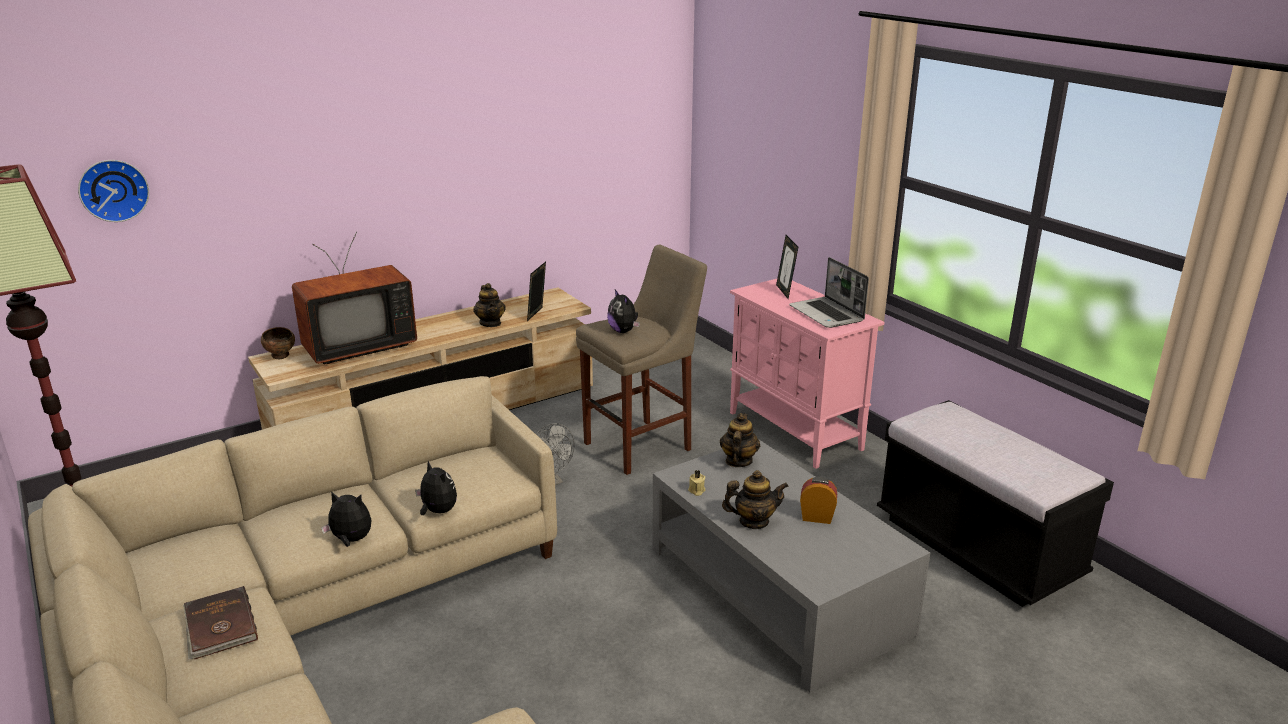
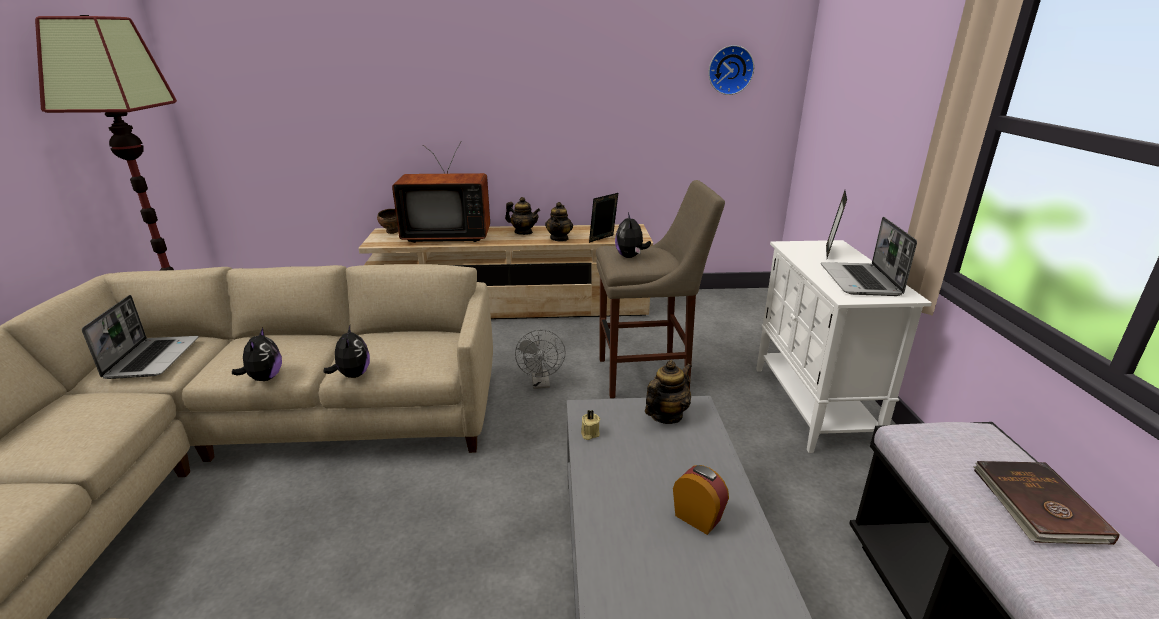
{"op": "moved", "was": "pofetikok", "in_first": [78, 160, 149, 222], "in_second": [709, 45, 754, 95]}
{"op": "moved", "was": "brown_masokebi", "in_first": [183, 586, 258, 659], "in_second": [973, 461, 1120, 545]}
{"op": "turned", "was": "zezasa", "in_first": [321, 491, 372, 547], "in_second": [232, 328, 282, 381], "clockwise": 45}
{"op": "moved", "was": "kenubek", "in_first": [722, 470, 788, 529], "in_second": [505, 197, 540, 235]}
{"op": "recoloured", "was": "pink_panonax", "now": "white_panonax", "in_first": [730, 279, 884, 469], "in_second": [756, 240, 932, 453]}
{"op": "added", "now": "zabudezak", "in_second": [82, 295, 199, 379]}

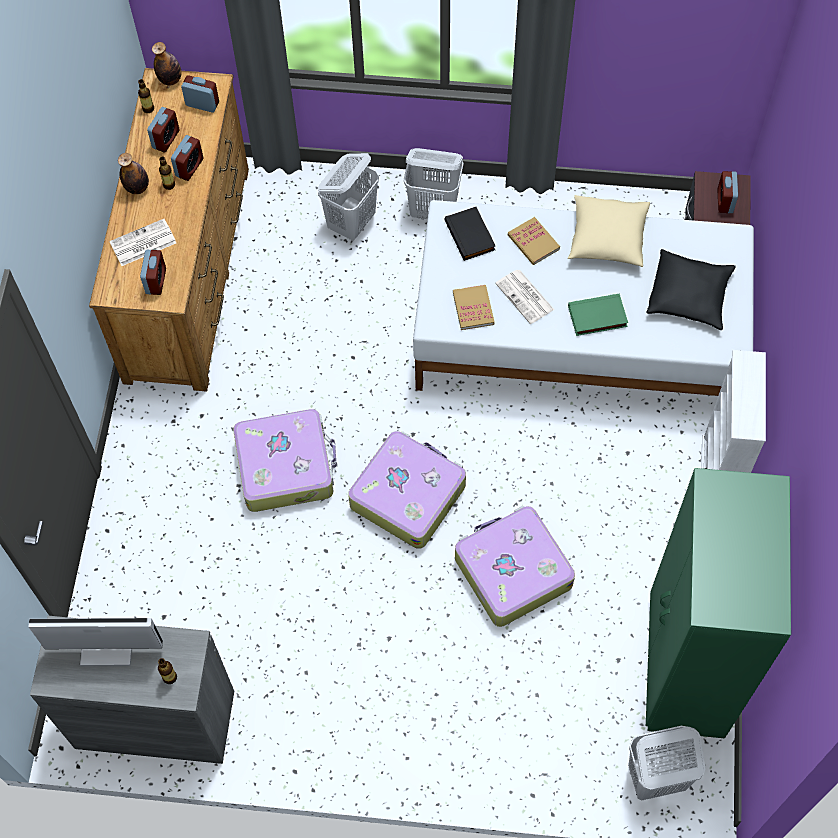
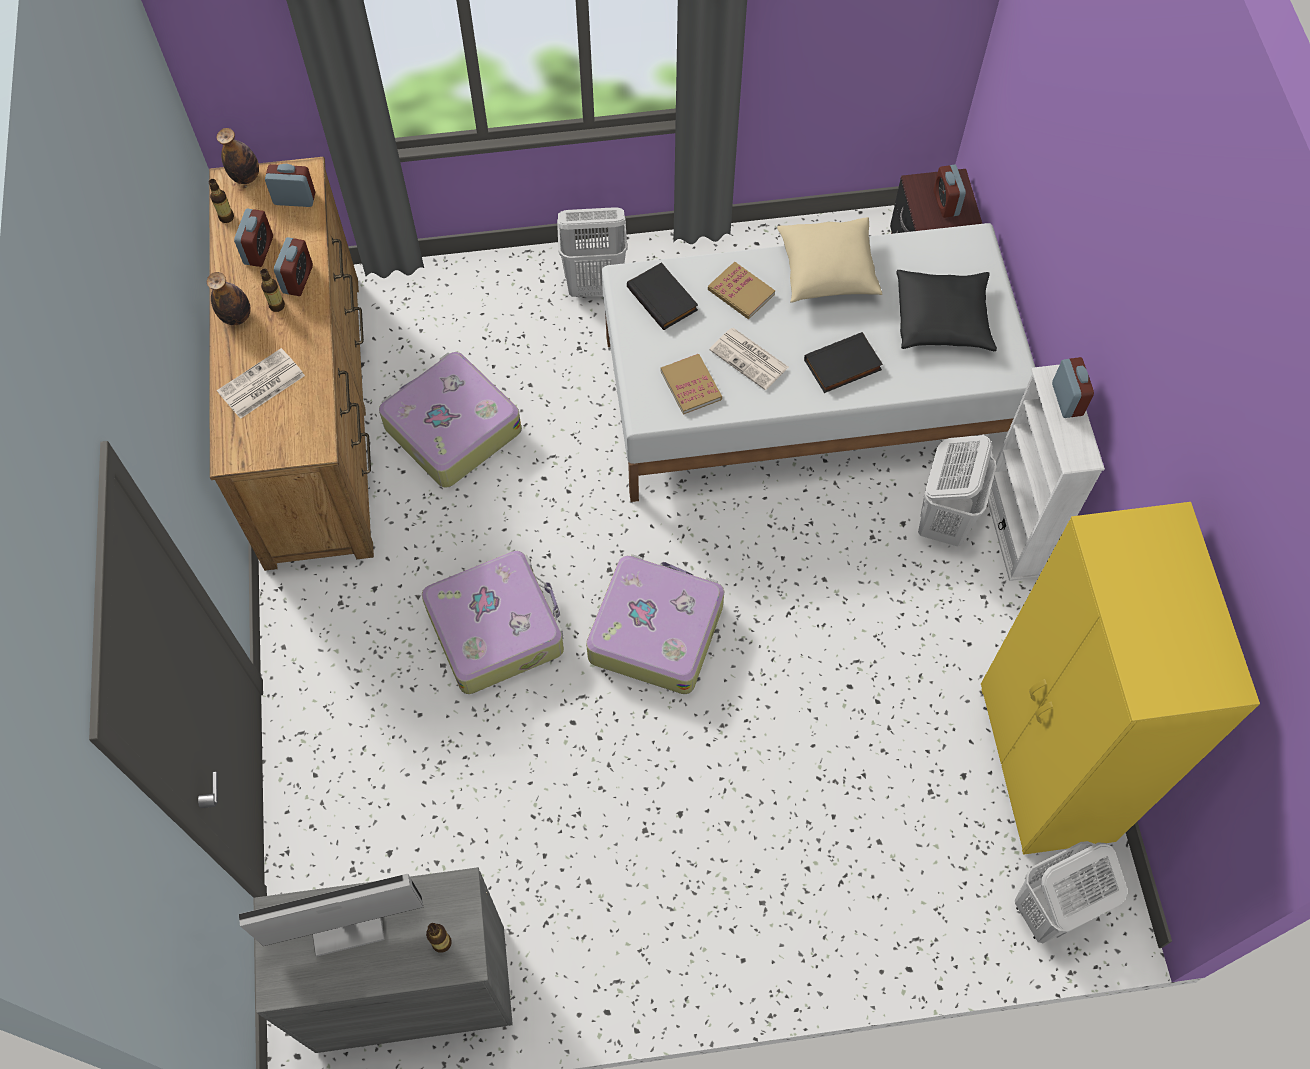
{"op": "moved", "was": "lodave", "in_first": [140, 250, 166, 295], "in_second": [1052, 357, 1094, 418]}
{"op": "moved", "was": "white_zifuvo", "in_first": [318, 153, 379, 240], "in_second": [918, 435, 997, 546]}
{"op": "moved", "was": "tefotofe", "in_first": [455, 506, 575, 627], "in_second": [379, 352, 522, 488]}
{"op": "recoloured", "was": "green_masokebi", "now": "black_masokebi", "in_first": [568, 294, 628, 336], "in_second": [804, 332, 883, 393]}
{"op": "recoloured", "was": "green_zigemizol", "now": "yellow_zigemizol", "in_first": [646, 468, 791, 738], "in_second": [981, 502, 1260, 855]}

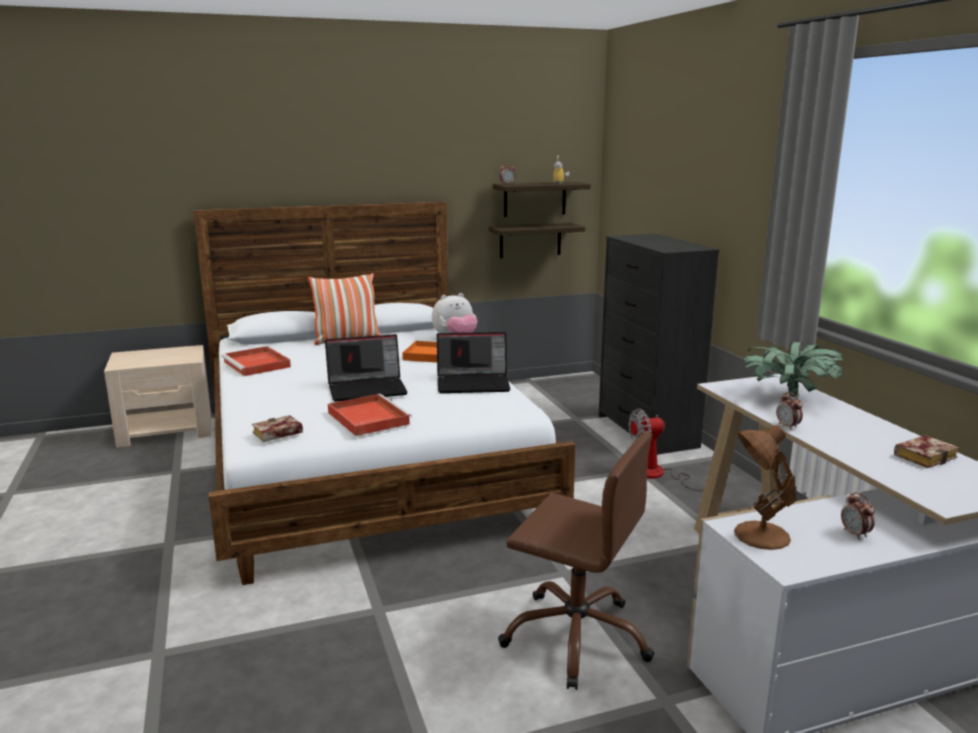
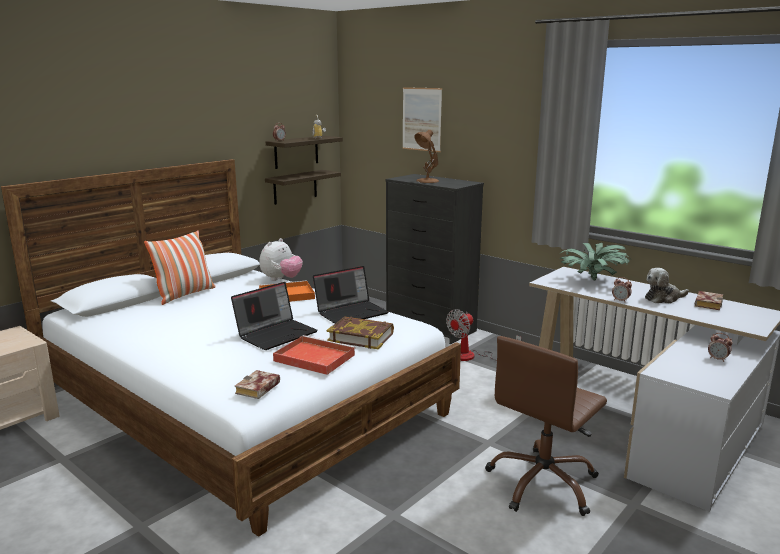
{"op": "removed", "was": "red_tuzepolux", "in_first": [221, 346, 291, 376]}
{"op": "turned", "was": "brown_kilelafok", "in_first": [498, 432, 654, 690], "in_second": [485, 336, 607, 516], "clockwise": 135}
{"op": "moved", "was": "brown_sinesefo", "in_first": [734, 425, 796, 550], "in_second": [414, 130, 439, 183]}
{"op": "added", "now": "masokebi", "in_second": [326, 316, 394, 349]}
{"op": "added", "now": "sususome", "in_second": [402, 87, 442, 152]}
{"op": "added", "now": "zezasa", "in_second": [645, 268, 689, 304]}

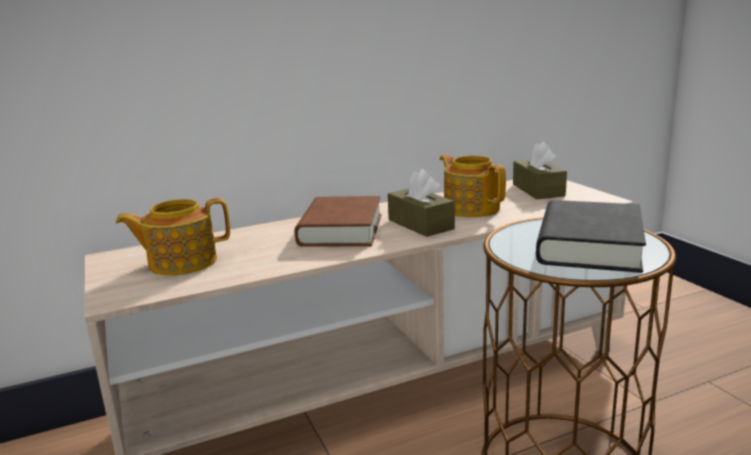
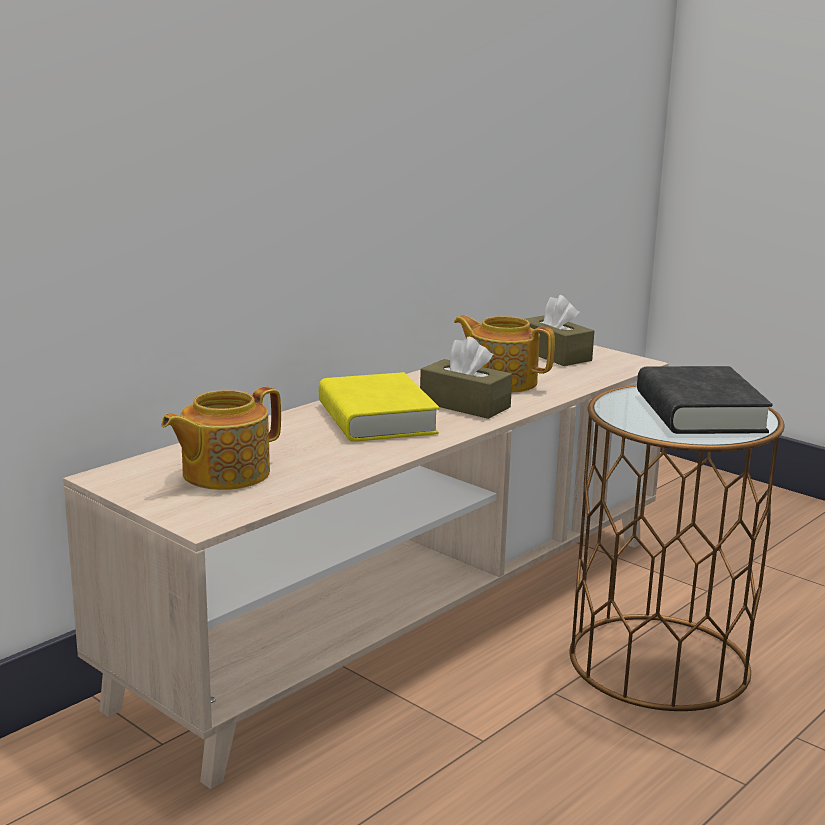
{"op": "recoloured", "was": "brown_masokebi", "now": "yellow_masokebi", "in_first": [295, 196, 381, 247], "in_second": [319, 372, 439, 442]}

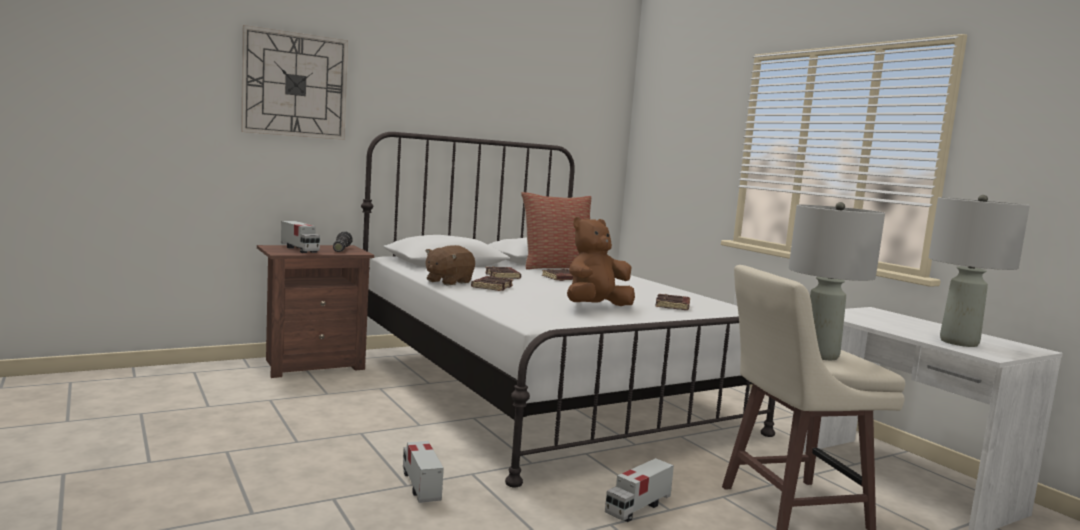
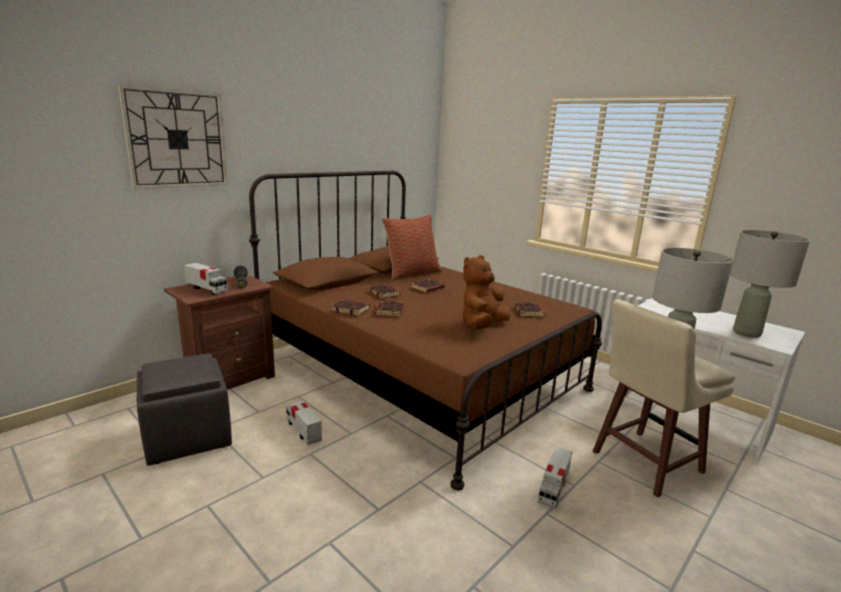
{"op": "recoloured", "was": "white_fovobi", "now": "brown_fovobi", "in_first": [361, 132, 775, 487], "in_second": [249, 171, 602, 490]}
{"op": "moved", "was": "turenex", "in_first": [403, 441, 444, 503], "in_second": [286, 401, 322, 445]}
{"op": "replaced", "was": "brown_zezasa", "now": "brown_masokebi", "in_first": [426, 245, 475, 286], "in_second": [331, 299, 370, 316]}
{"op": "added", "now": "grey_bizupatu", "in_second": [137, 353, 232, 466]}

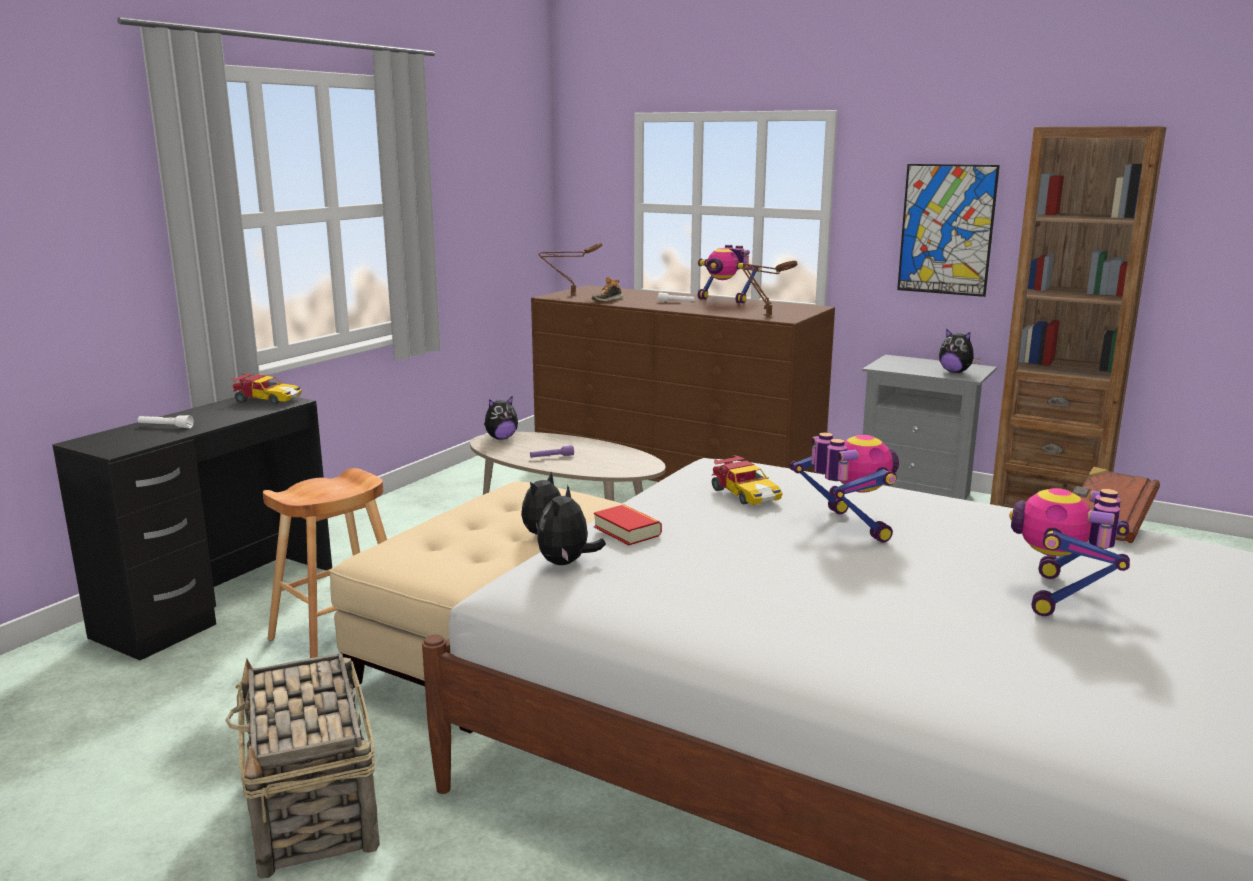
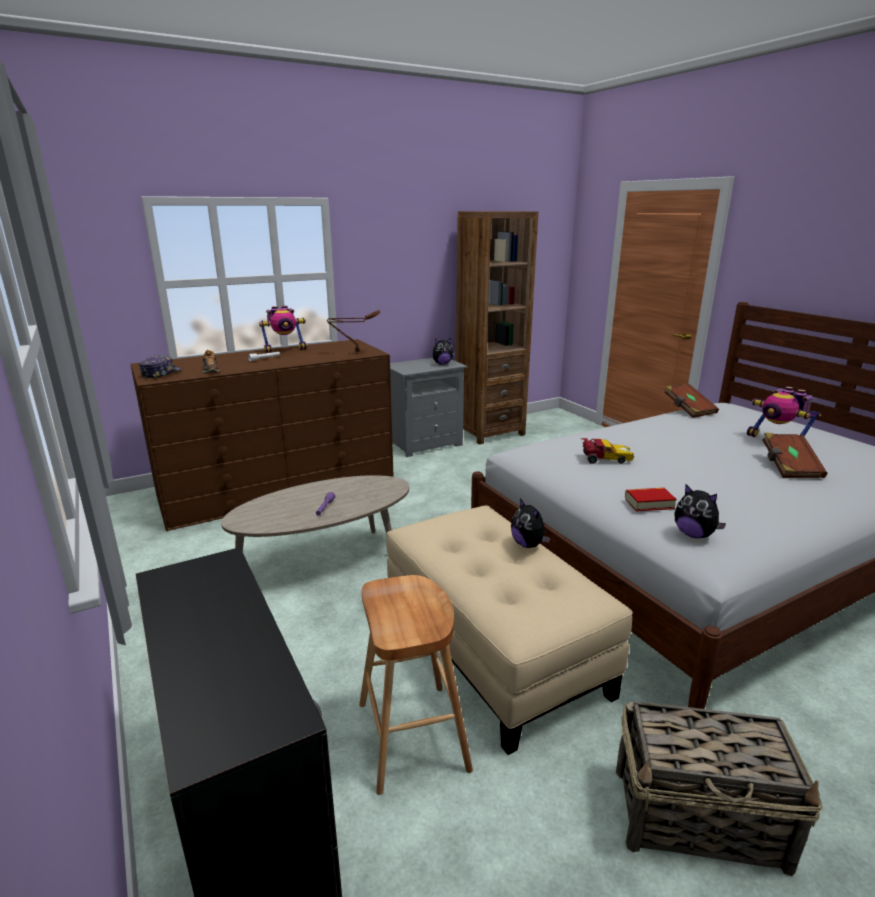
{"op": "removed", "was": "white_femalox", "in_first": [138, 415, 194, 428]}
{"op": "removed", "was": "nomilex", "in_first": [231, 374, 302, 405]}
{"op": "removed", "was": "zezasa", "in_first": [484, 397, 518, 440]}
{"op": "replaced", "was": "brown_sinesefo", "now": "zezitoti", "in_first": [539, 243, 602, 295], "in_second": [139, 355, 182, 379]}
{"op": "removed", "was": "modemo", "in_first": [789, 433, 899, 543]}
{"op": "removed", "was": "sususome", "in_first": [897, 164, 1000, 297]}
{"op": "added", "now": "brown_masokebi", "in_second": [762, 433, 827, 478]}

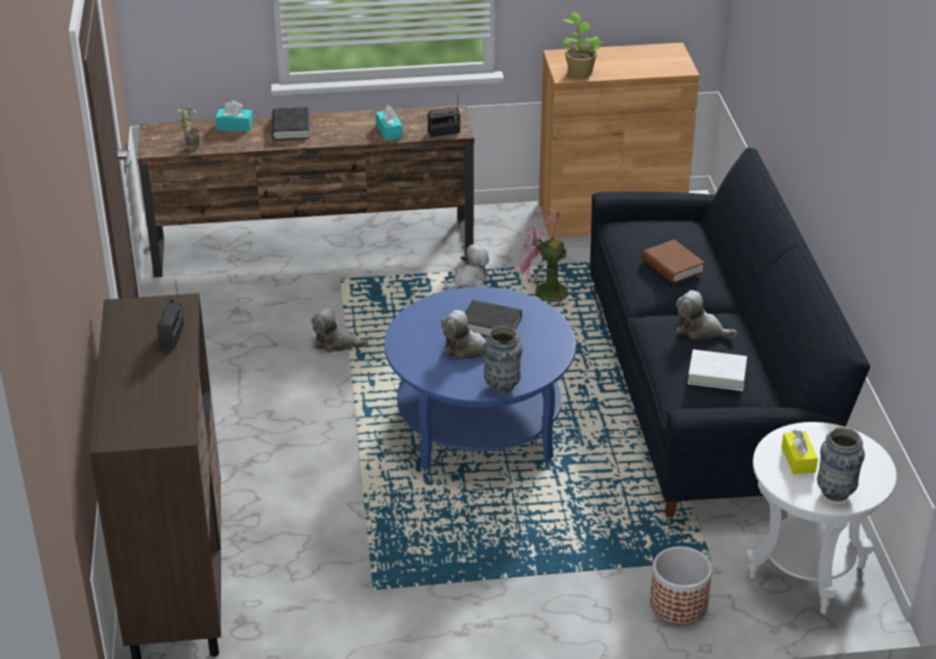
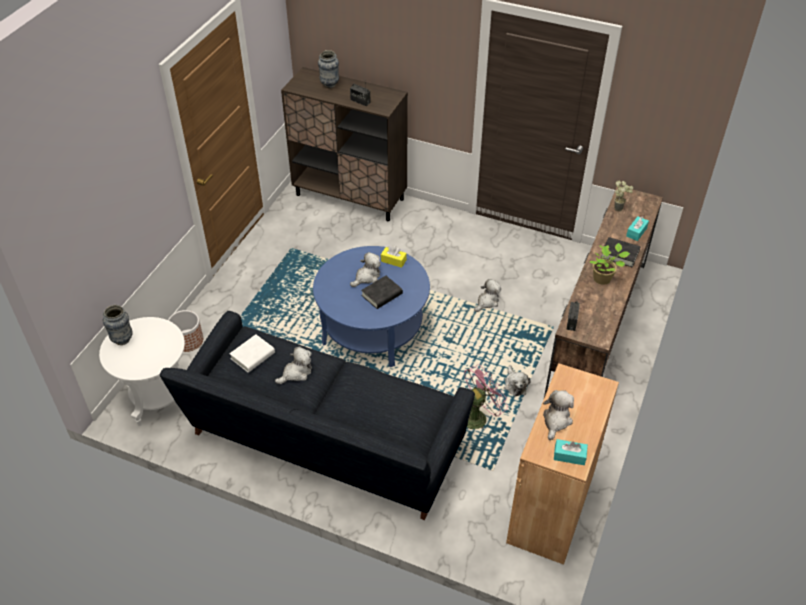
{"op": "moved", "was": "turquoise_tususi", "in_first": [376, 105, 403, 141], "in_second": [554, 439, 588, 465]}
{"op": "moved", "was": "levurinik", "in_first": [483, 326, 522, 393], "in_second": [318, 50, 339, 88]}
{"op": "moved", "was": "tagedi", "in_first": [559, 12, 602, 78], "in_second": [589, 243, 630, 285]}
{"op": "removed", "was": "brown_masokebi", "in_first": [642, 240, 705, 284]}
{"op": "moved", "was": "yellow_tususi", "in_first": [782, 430, 818, 475], "in_second": [381, 246, 407, 268]}
{"op": "added", "now": "zezasa", "in_second": [543, 390, 574, 440]}

